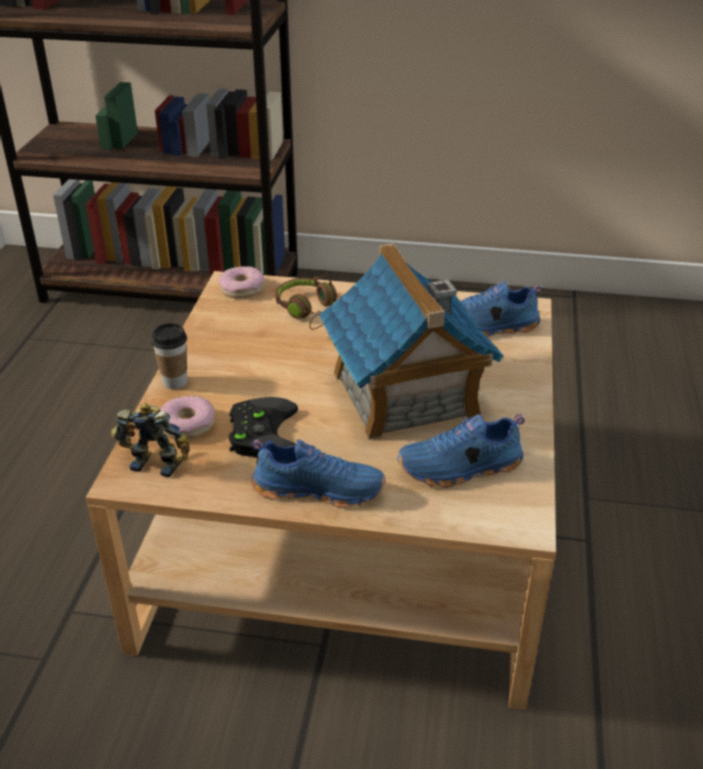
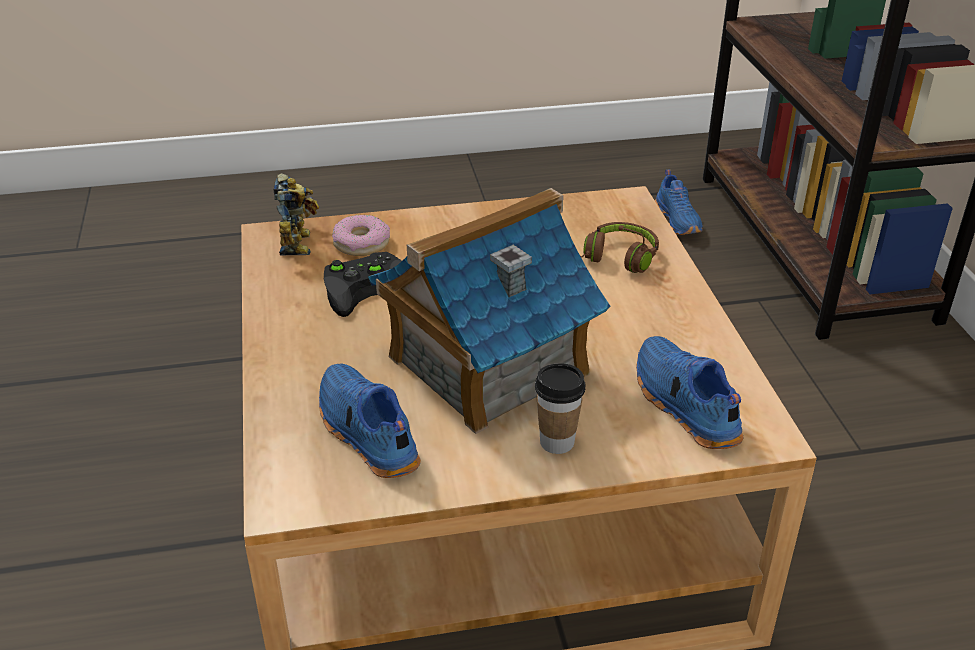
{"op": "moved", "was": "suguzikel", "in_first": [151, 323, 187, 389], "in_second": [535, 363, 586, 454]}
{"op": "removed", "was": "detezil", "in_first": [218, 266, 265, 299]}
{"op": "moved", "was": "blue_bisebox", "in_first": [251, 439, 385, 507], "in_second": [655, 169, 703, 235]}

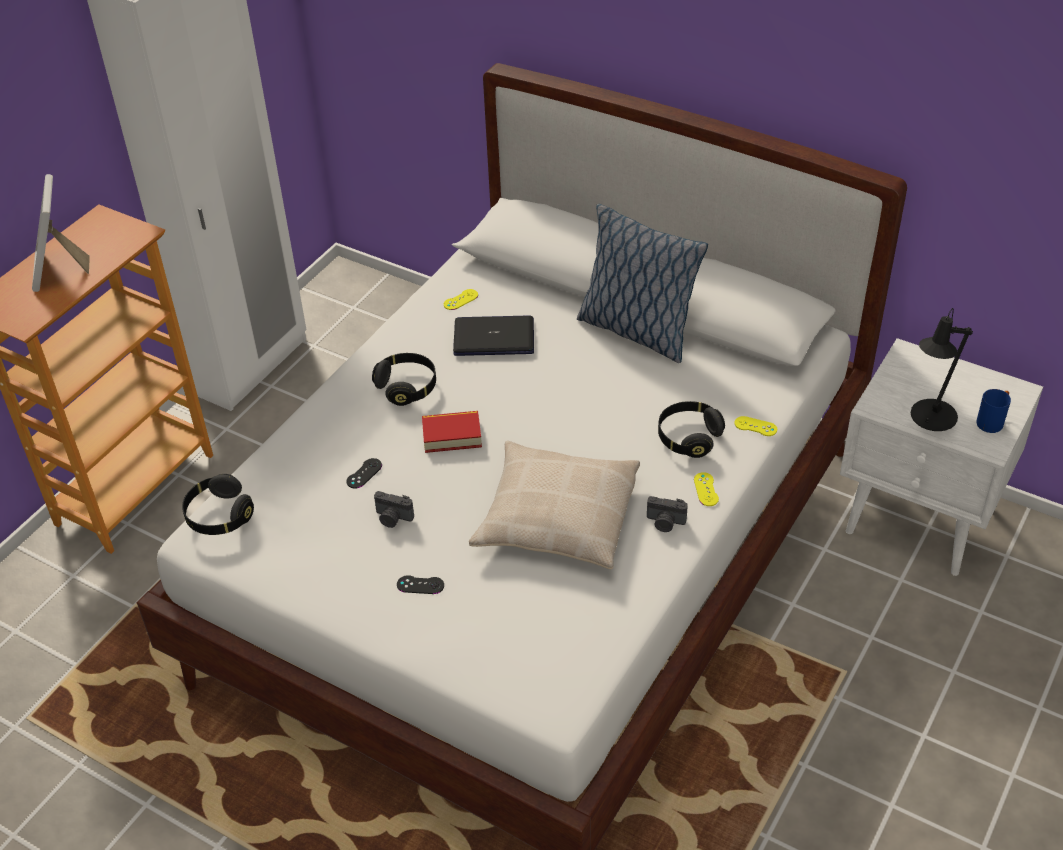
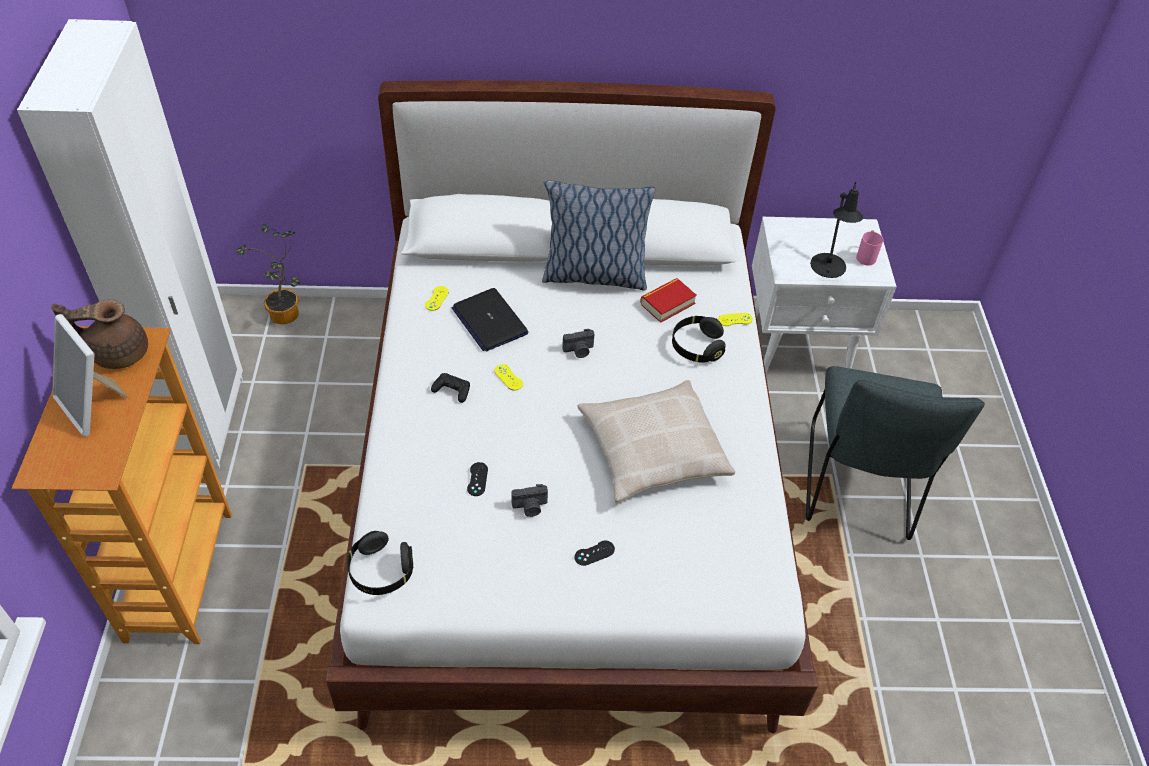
{"op": "replaced", "was": "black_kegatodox", "now": "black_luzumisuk", "in_first": [372, 353, 436, 406], "in_second": [431, 373, 470, 403]}
{"op": "moved", "was": "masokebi", "in_first": [422, 411, 482, 453], "in_second": [640, 278, 697, 323]}
{"op": "turned", "was": "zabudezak", "in_first": [453, 315, 534, 356], "in_second": [452, 288, 529, 352], "clockwise": -90}
{"op": "moved", "was": "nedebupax", "in_first": [647, 496, 688, 532], "in_second": [562, 329, 595, 358]}
{"op": "moved", "was": "yellow_luzumisuk", "in_first": [694, 472, 719, 506], "in_second": [494, 364, 523, 390]}
{"op": "recoloured", "was": "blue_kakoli", "now": "pink_kakoli", "in_first": [976, 389, 1011, 433], "in_second": [856, 231, 883, 266]}
{"op": "added", "now": "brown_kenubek", "in_second": [51, 299, 148, 369]}
{"op": "added", "now": "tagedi", "in_second": [236, 224, 300, 324]}
{"op": "added", "now": "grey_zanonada", "in_second": [806, 366, 985, 540]}

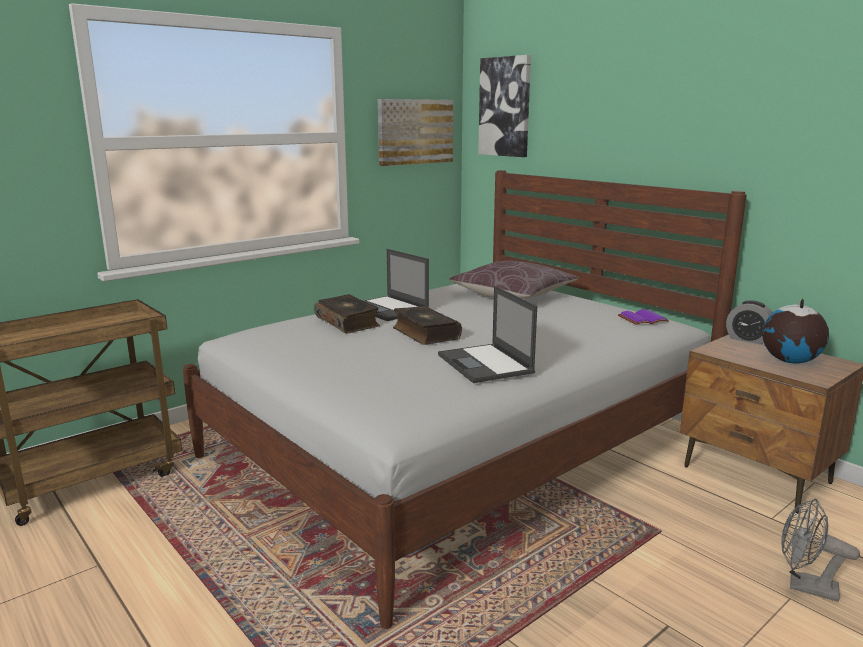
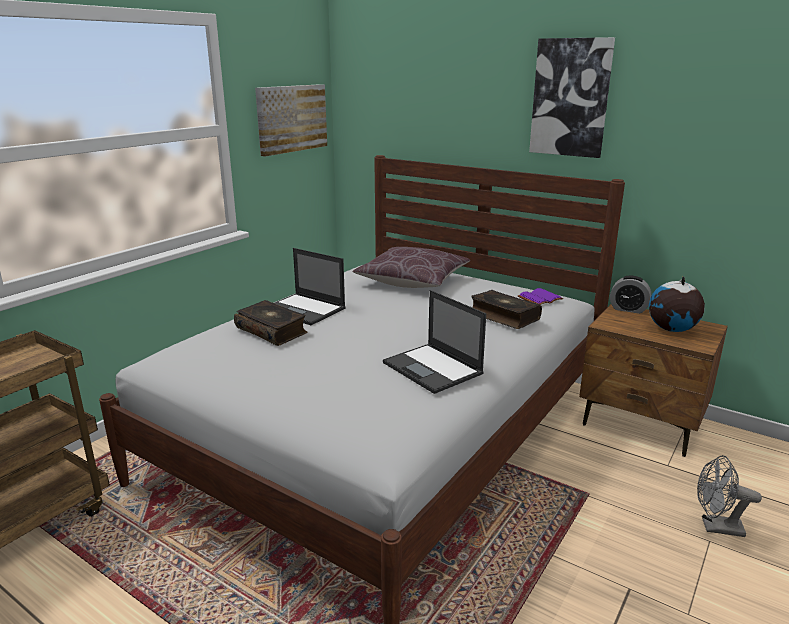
{"op": "moved", "was": "masokebi", "in_first": [393, 306, 462, 345], "in_second": [471, 290, 542, 329]}
{"op": "moved", "was": "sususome", "in_first": [478, 55, 531, 157], "in_second": [529, 37, 615, 158]}

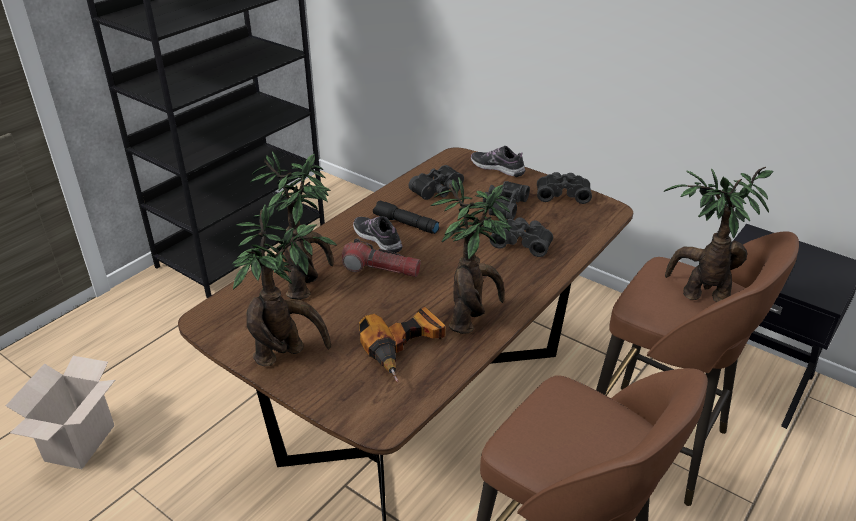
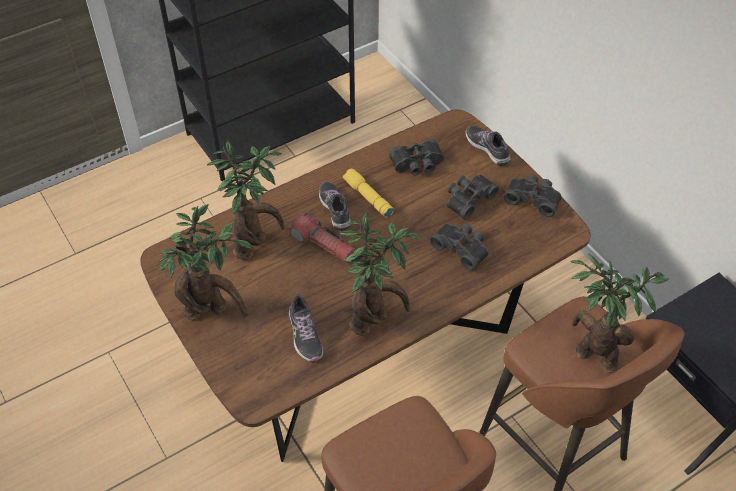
{"op": "removed", "was": "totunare", "in_first": [6, 356, 115, 469]}
{"op": "replaced", "was": "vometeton", "now": "bisebox", "in_first": [359, 307, 445, 382], "in_second": [289, 292, 323, 361]}
{"op": "recoloured", "was": "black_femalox", "now": "yellow_femalox", "in_first": [373, 201, 439, 234], "in_second": [343, 168, 393, 218]}

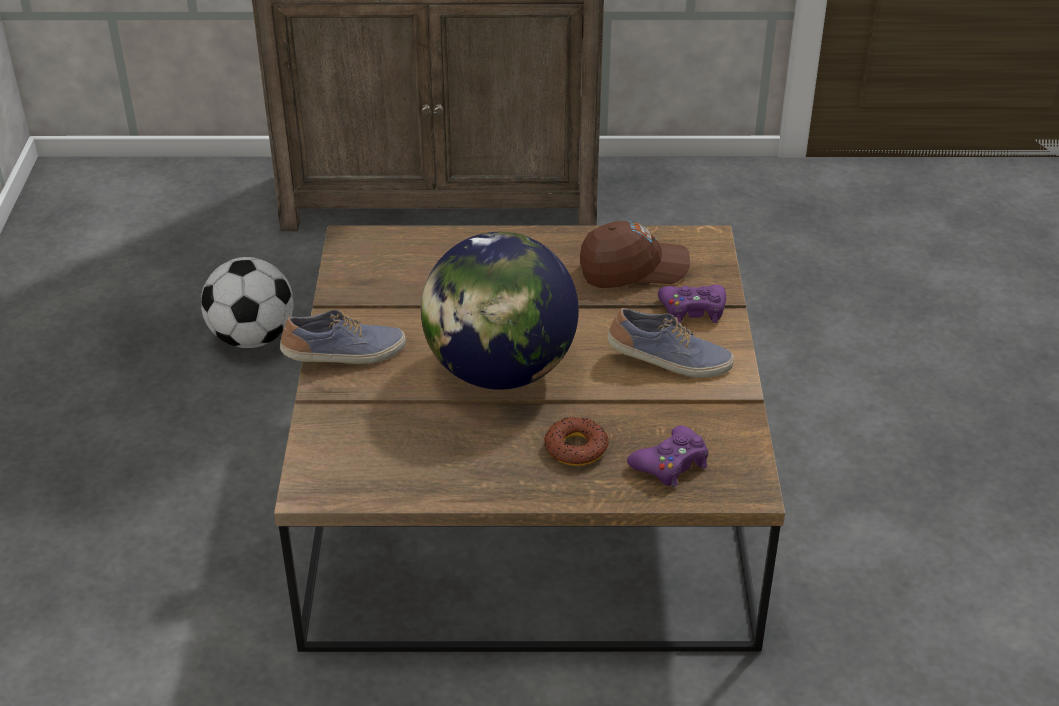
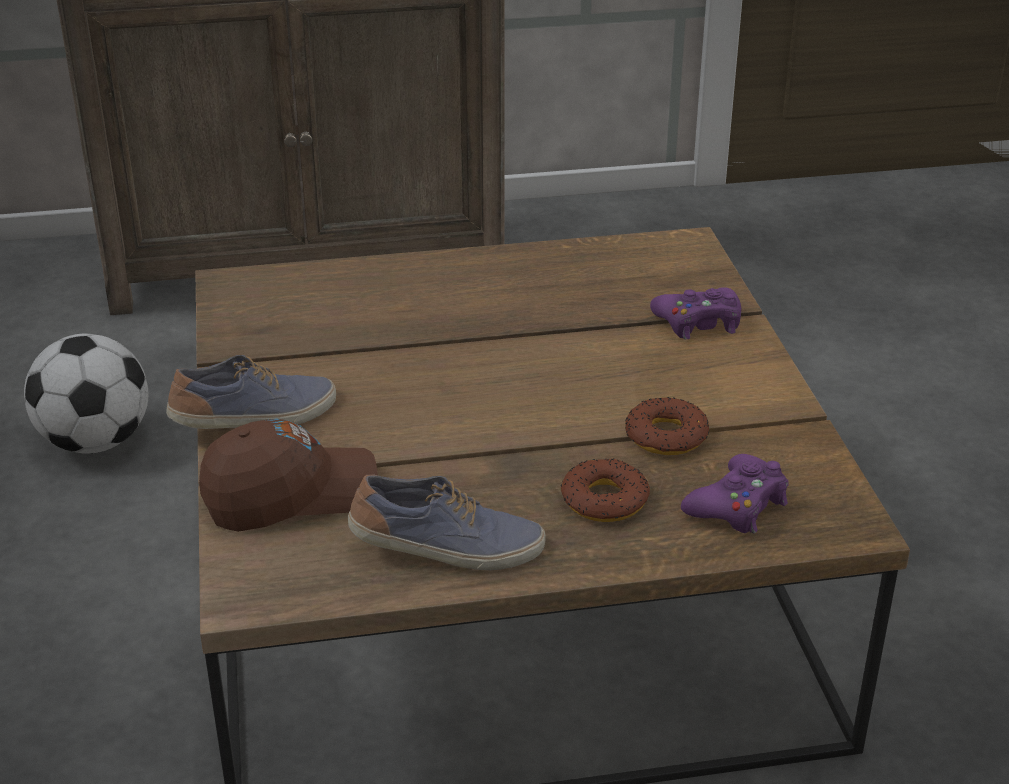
{"op": "removed", "was": "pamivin", "in_first": [421, 232, 579, 390]}
{"op": "moved", "was": "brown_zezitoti", "in_first": [580, 221, 690, 288], "in_second": [199, 419, 378, 532]}
{"op": "moved", "was": "bisebox", "in_first": [607, 308, 734, 378], "in_second": [348, 475, 546, 570]}
{"op": "added", "now": "detezil", "in_second": [625, 397, 709, 455]}

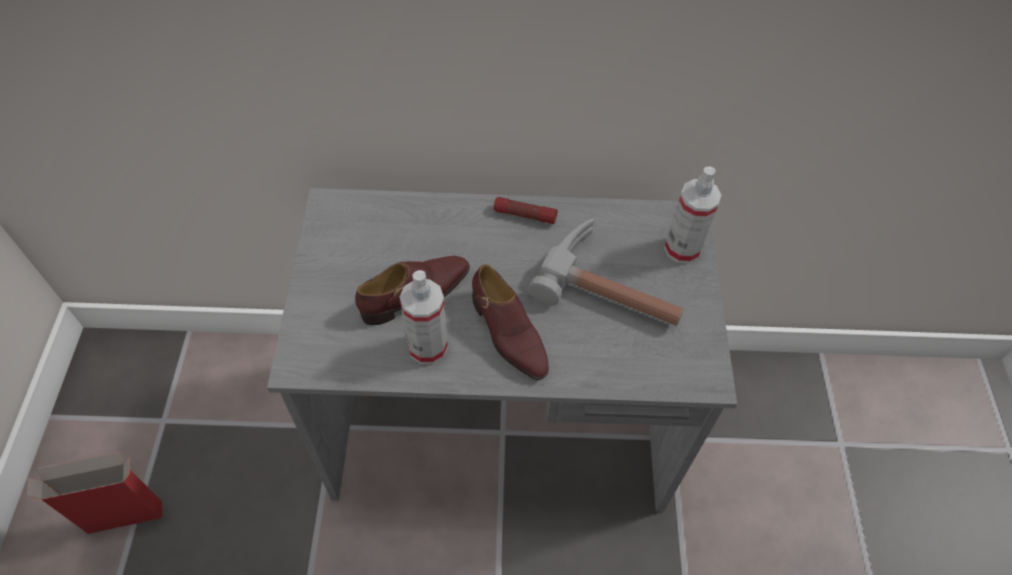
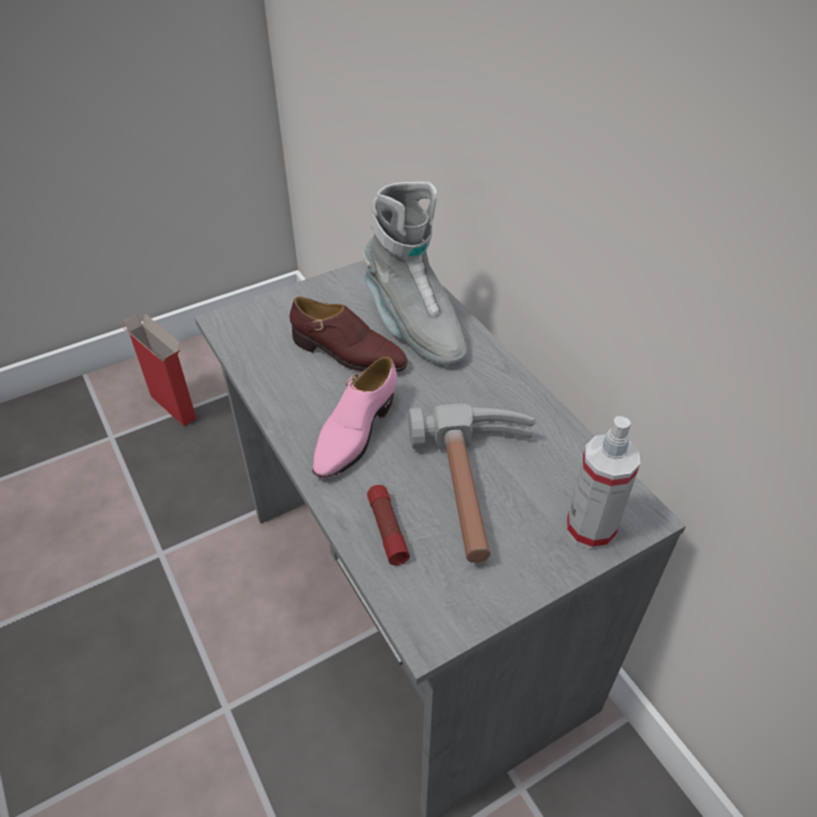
{"op": "removed", "was": "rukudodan", "in_first": [400, 270, 448, 364]}
{"op": "recoloured", "was": "brown_bisebox", "now": "pink_bisebox", "in_first": [472, 264, 549, 380], "in_second": [313, 357, 397, 479]}
{"op": "moved", "was": "femalox", "in_first": [493, 197, 558, 224], "in_second": [367, 485, 410, 565]}
{"op": "added", "now": "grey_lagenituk", "in_second": [363, 181, 467, 366]}

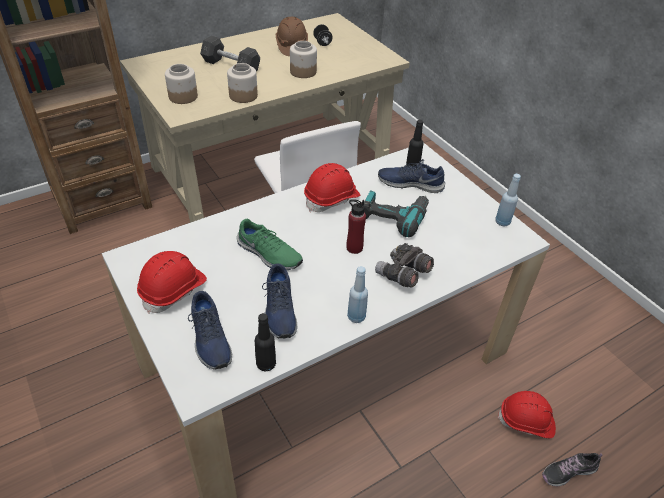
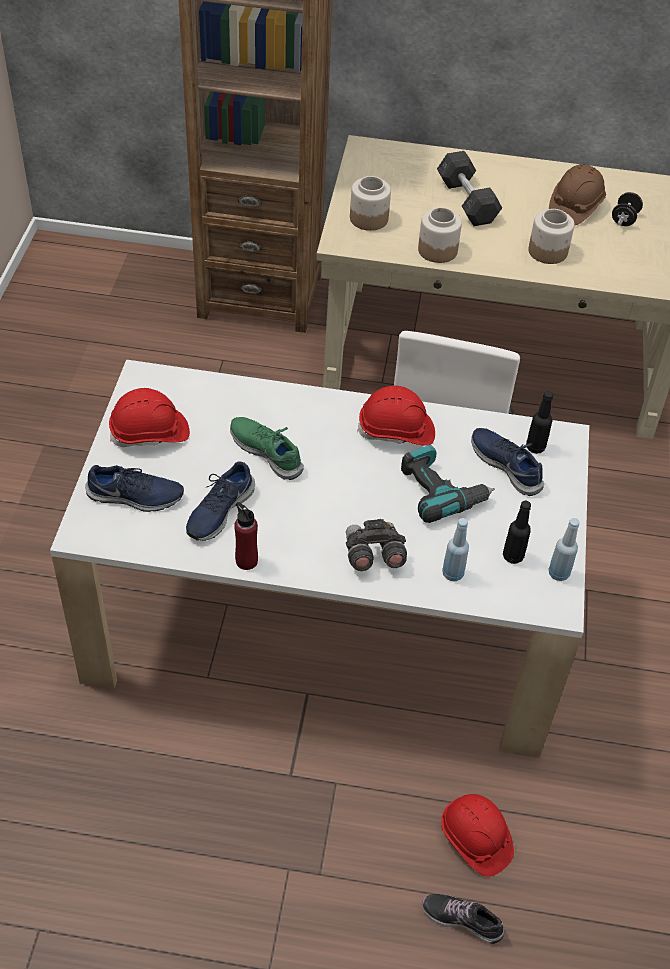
{"op": "turned", "was": "blue_bisebox", "in_first": [188, 291, 232, 370], "in_second": [85, 465, 184, 512], "clockwise": -105}
{"op": "turned", "was": "green_bisebox", "in_first": [237, 219, 303, 270], "in_second": [230, 417, 304, 480], "clockwise": 150}
{"op": "moved", "was": "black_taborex", "in_first": [254, 313, 276, 372], "in_second": [503, 501, 531, 564]}
{"op": "moved", "was": "red_taborex", "in_first": [346, 199, 366, 254], "in_second": [234, 502, 258, 570]}
{"op": "moved", "was": "blue_taborex", "in_first": [347, 266, 368, 323], "in_second": [442, 518, 469, 581]}

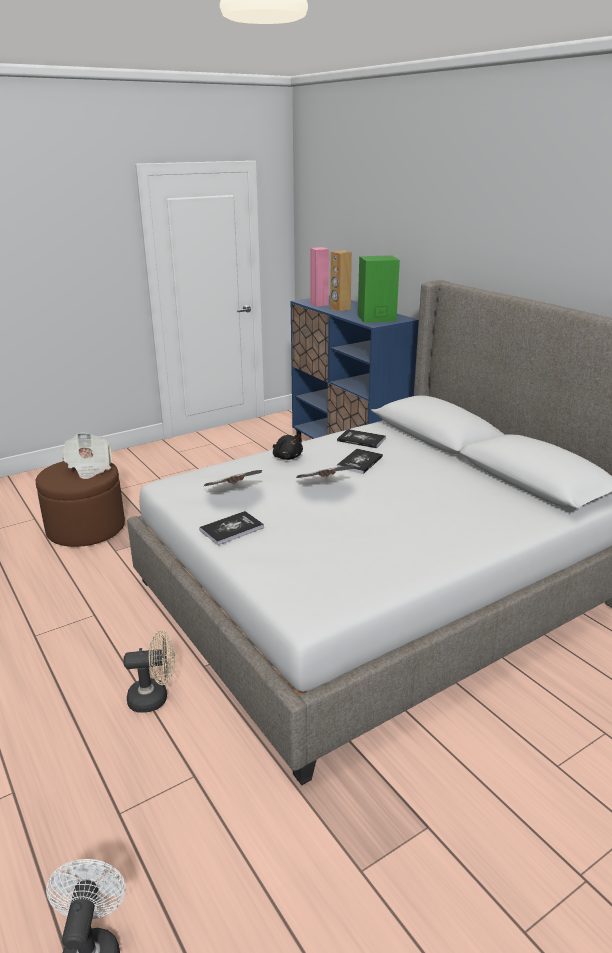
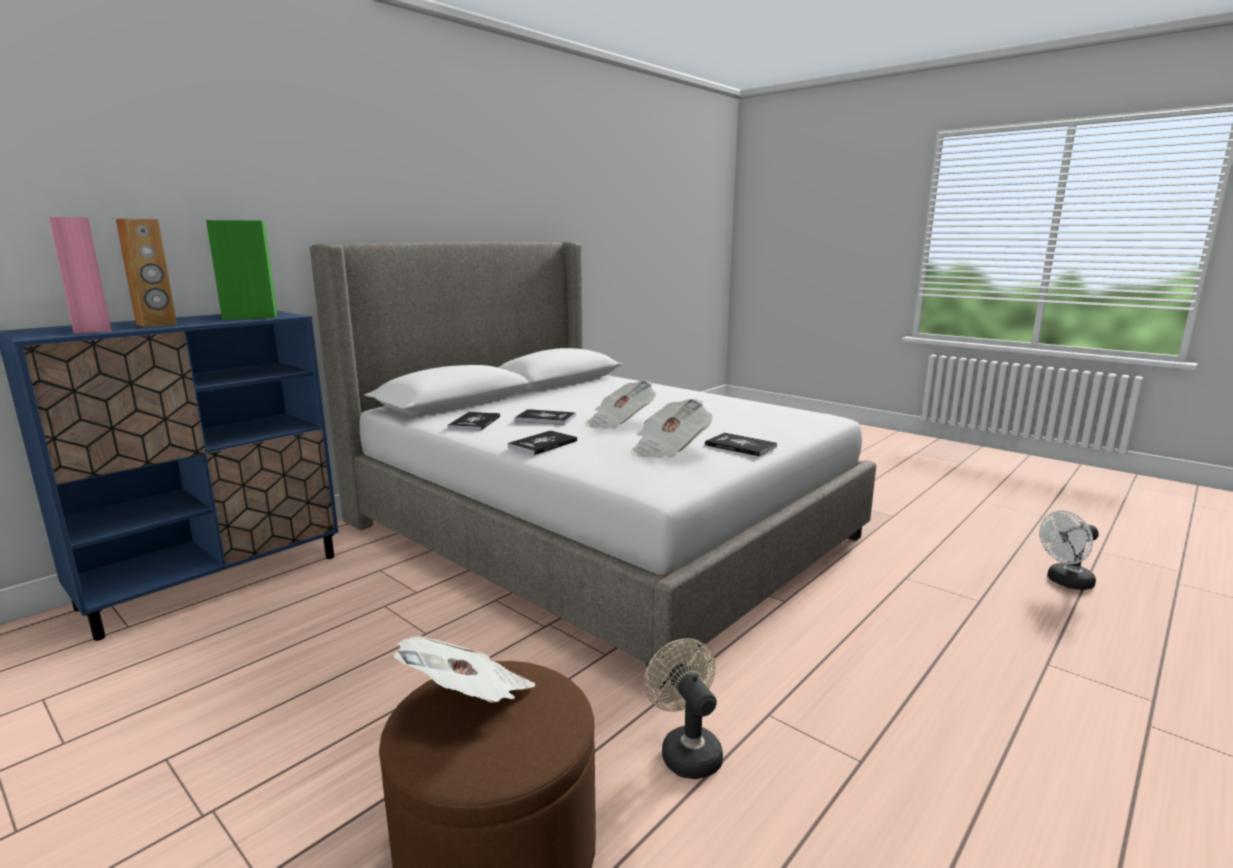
{"op": "moved", "was": "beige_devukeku", "in_first": [124, 630, 175, 713], "in_second": [644, 638, 723, 779]}
{"op": "replaced", "was": "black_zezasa", "now": "masokebi", "in_first": [273, 434, 303, 460], "in_second": [507, 430, 577, 455]}

